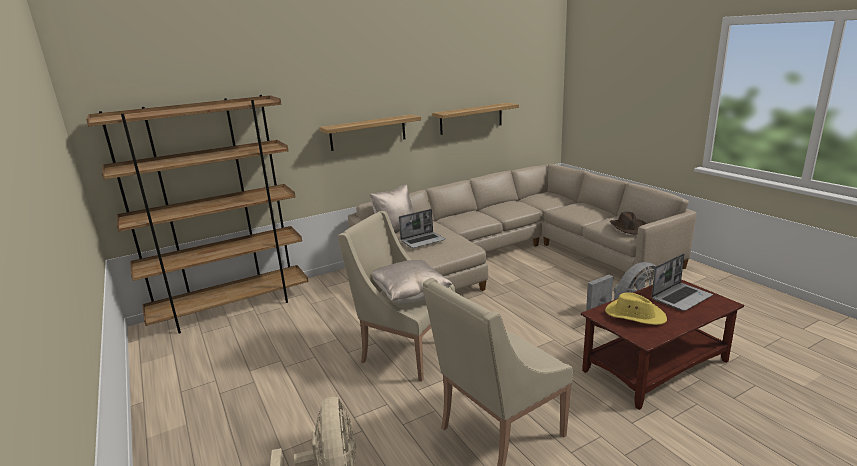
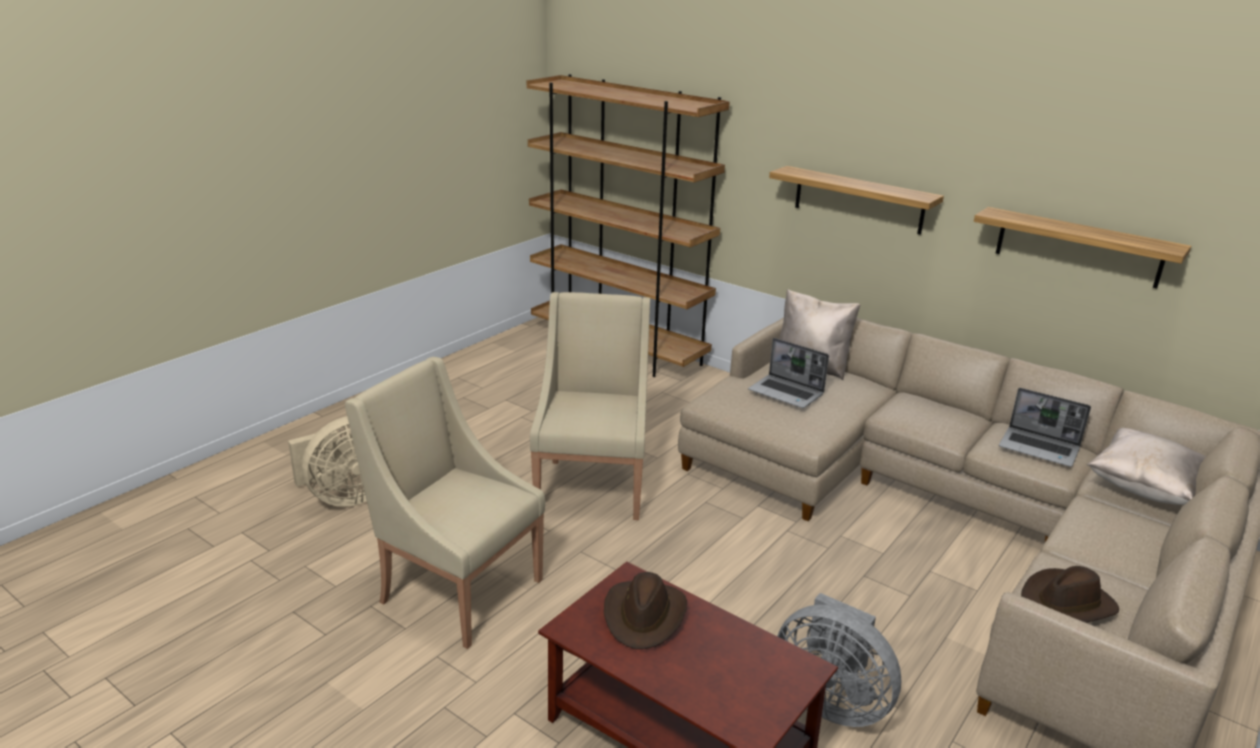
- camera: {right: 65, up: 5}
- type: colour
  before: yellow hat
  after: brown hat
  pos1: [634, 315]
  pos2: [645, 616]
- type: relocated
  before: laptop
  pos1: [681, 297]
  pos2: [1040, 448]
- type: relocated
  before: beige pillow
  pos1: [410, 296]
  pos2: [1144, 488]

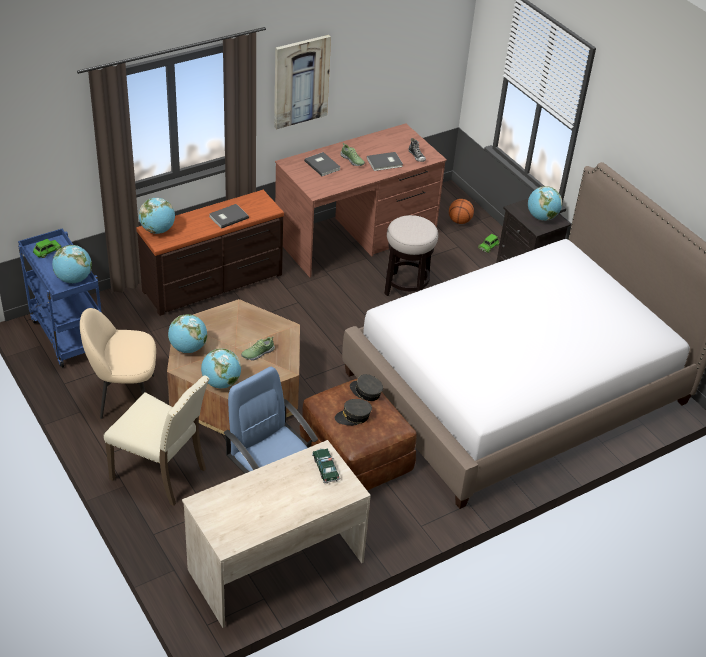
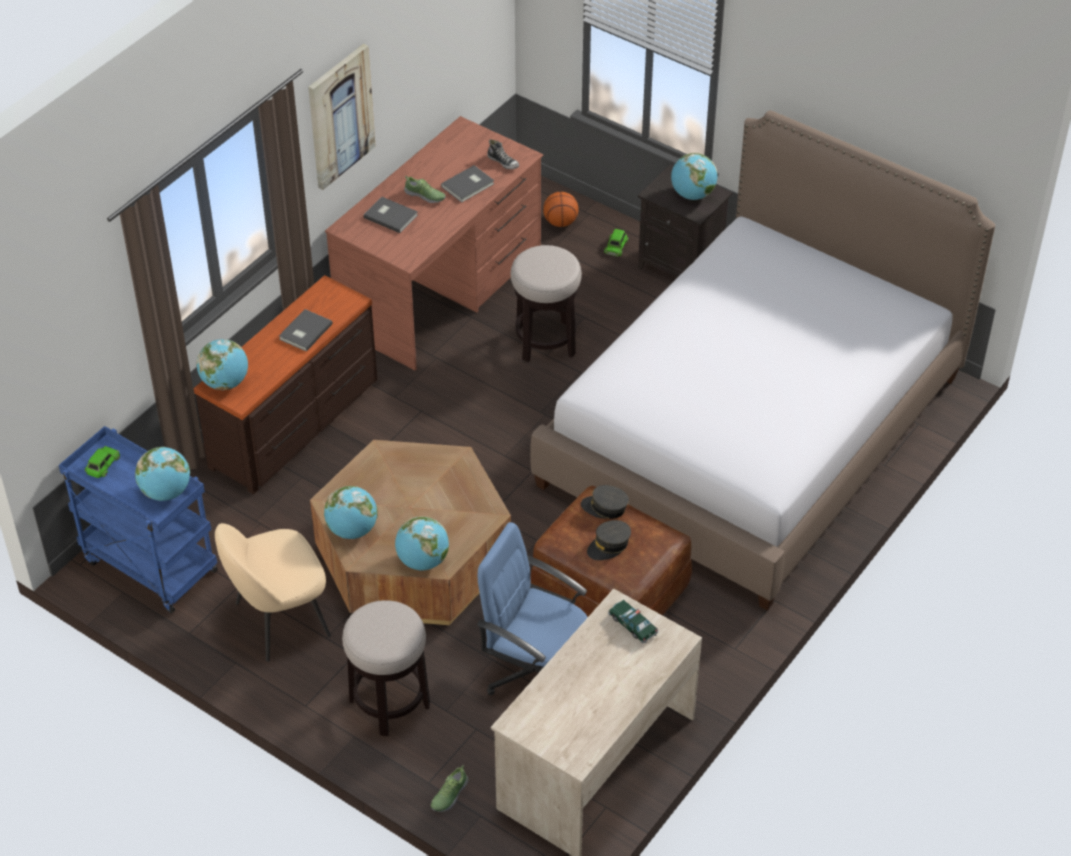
- camera: {right: -20, up: 5}
- type: exchanged
  before: beige chair
  after: stool
  pos1: [161, 473]
  pos2: [389, 703]
- type: relocated
  before: shoe
  pos1: [257, 353]
  pos2: [449, 795]

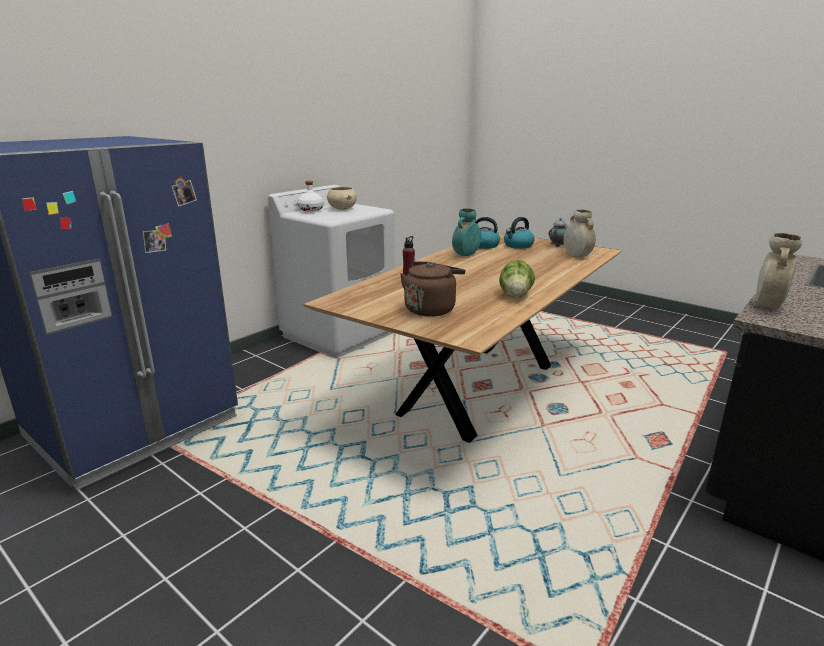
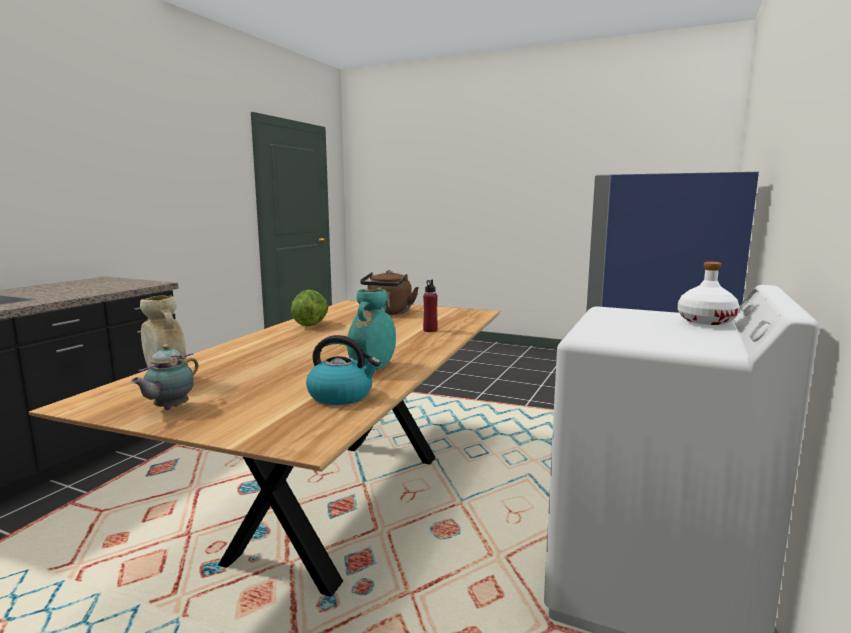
- camera: {right: 165, up: -10}
- type: missing
  before: beige bowl
  pos1: [342, 209]
- type: missing
  before: kettle
  pos1: [518, 245]
- type: missing
  before: beige vase
  pos1: [768, 305]

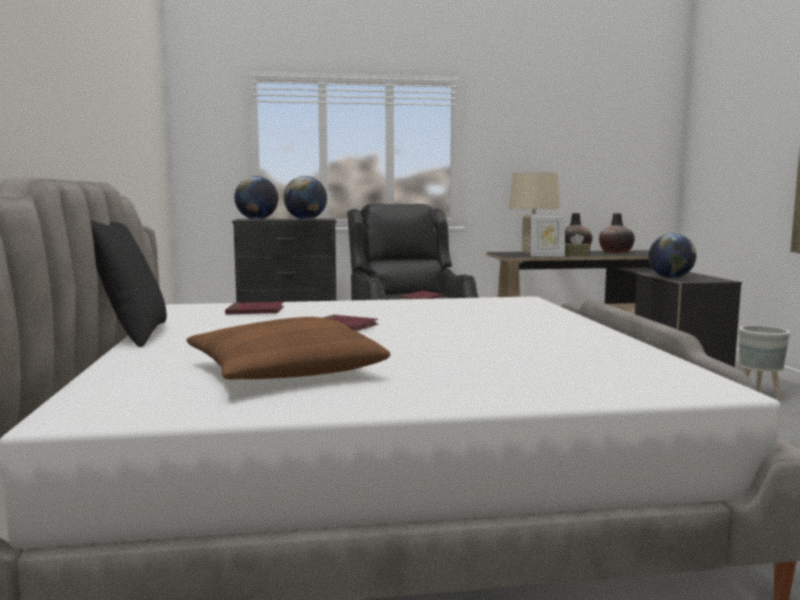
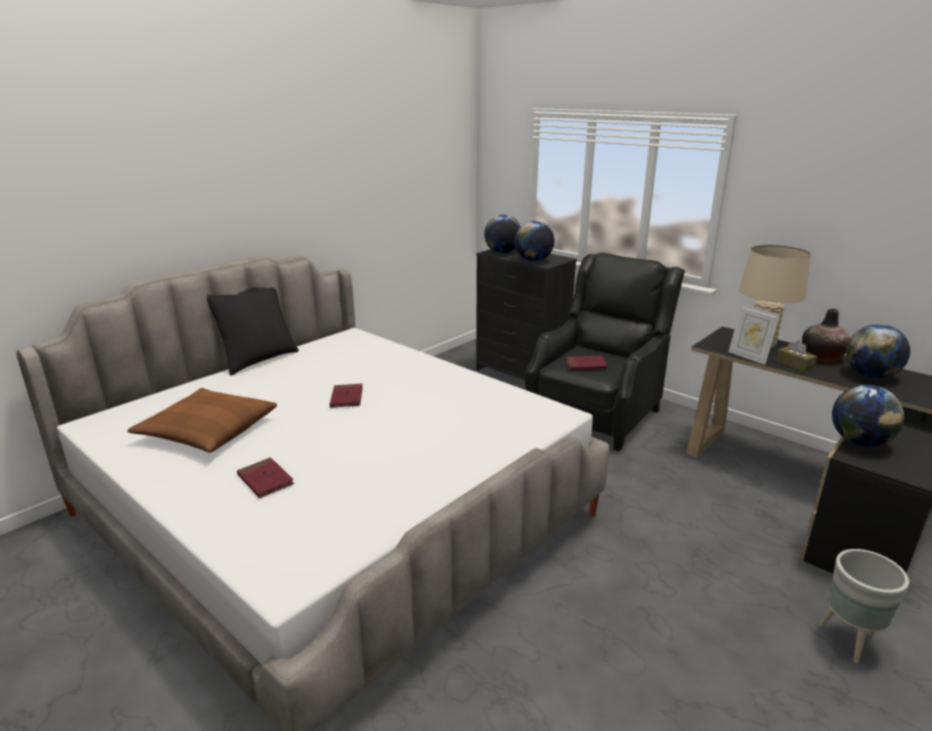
- camera: {right: 50, up: 15}
- type: relocated
  before: red book
  pos1: [255, 311]
  pos2: [265, 480]
- type: exchanged
  before: vase
  after: globe
  pos1: [615, 253]
  pos2: [870, 376]

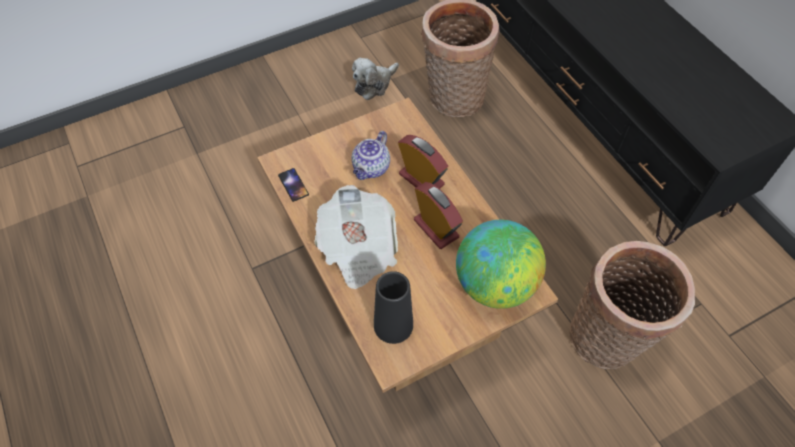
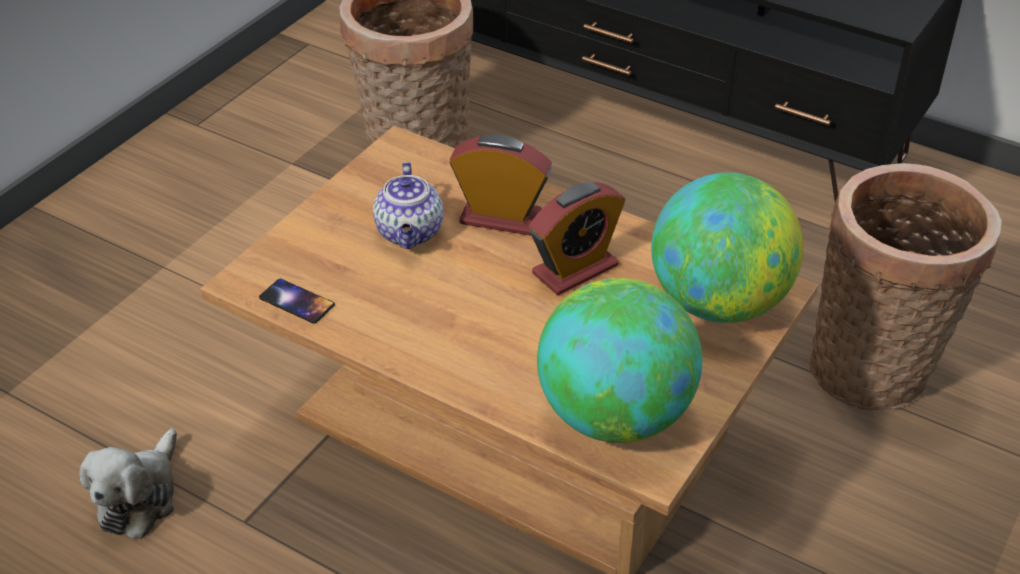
- camera: {right: -30, up: -15}
- type: relocated
  before: plush toy
  pos1: [374, 84]
  pos2: [140, 497]
- type: spun
  before: alarm clock
  pos1: [436, 228]
  pos2: [575, 269]
  turn: 120
- type: exchanged
  before: black vase
  after: globe
  pos1: [393, 325]
  pos2: [614, 416]
- type: missing
  before: newspaper
  pos1: [358, 249]

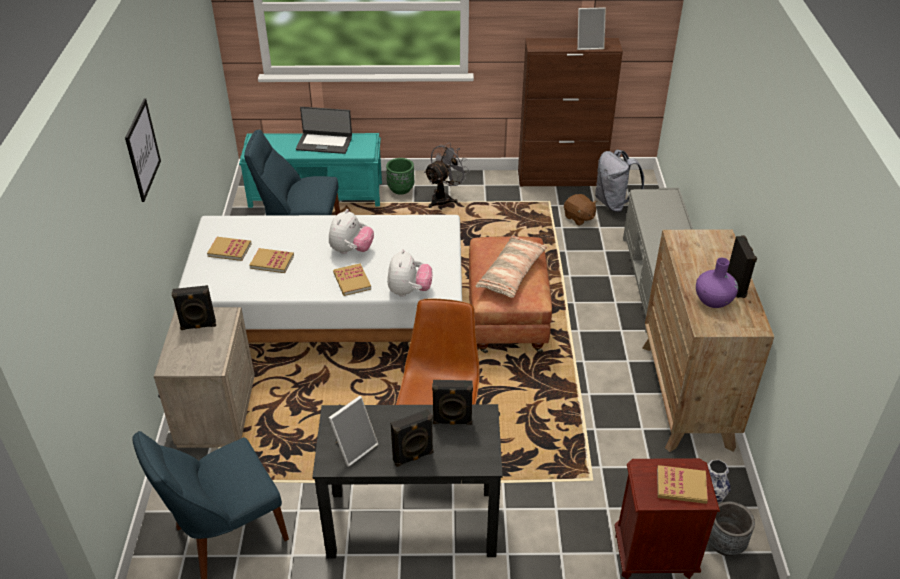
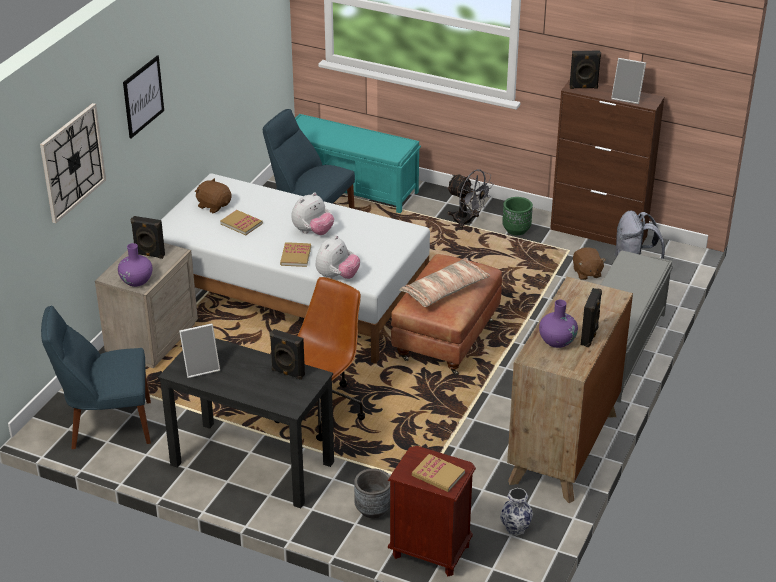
- camera: {right: 25, up: -5}
- type: appeared
  after: wall clock
  pos2: [72, 162]
- type: appeared
  after: purple vase
  pos2: [136, 281]
- type: exchanged
  before: book
  after: brown plush toy
  pos1: [229, 250]
  pos2: [214, 205]
- type: relocated
  before: grey planter
  pos1: [725, 544]
  pos2: [373, 509]
- type: spun
  before: grey fan
  pos1: [444, 198]
  pos2: [467, 221]
  turn: 60
- type: relocated
  before: green planter
  pos1: [401, 189]
  pos2: [516, 230]
- type: relocated
  before: black speaker
  pos1: [413, 457]
  pos2: [583, 87]
- type: missing
  before: laptop
  pos1: [324, 143]

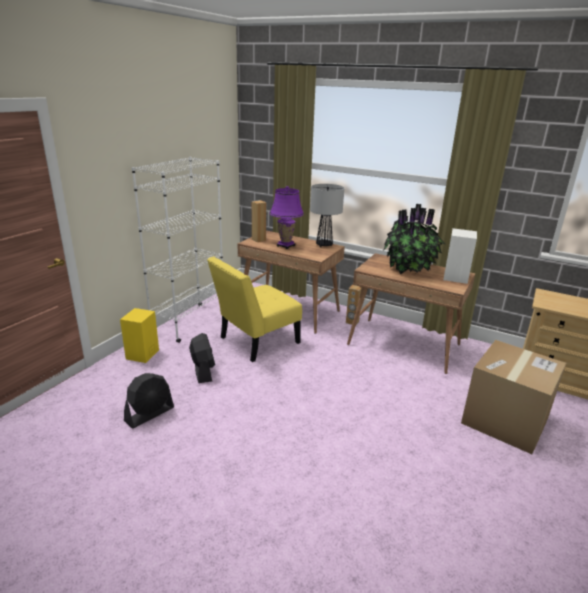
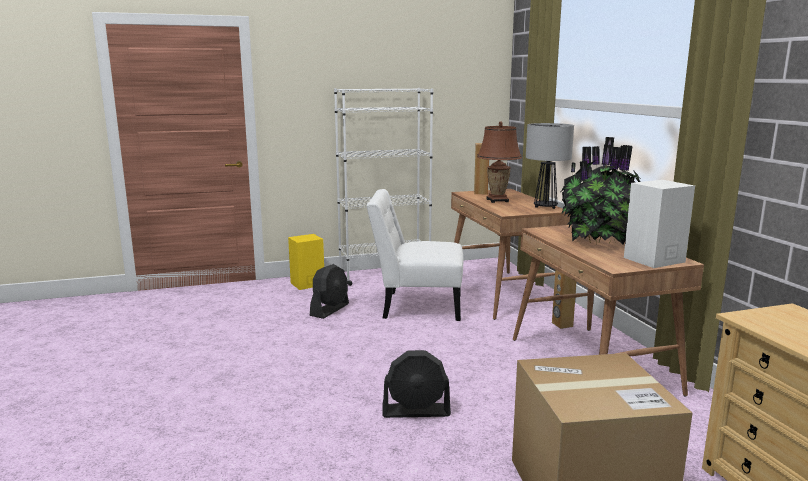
- camera: {right: 45, up: -10}
- type: colour
  before: yellow chair
  after: white chair
  pos1: [256, 342]
  pos2: [417, 306]
- type: relocated
  before: black fan
  pos1: [149, 414]
  pos2: [416, 411]
- type: colour
  before: purple table lamp
  after: brown table lamp
  pos1: [285, 246]
  pos2: [497, 200]

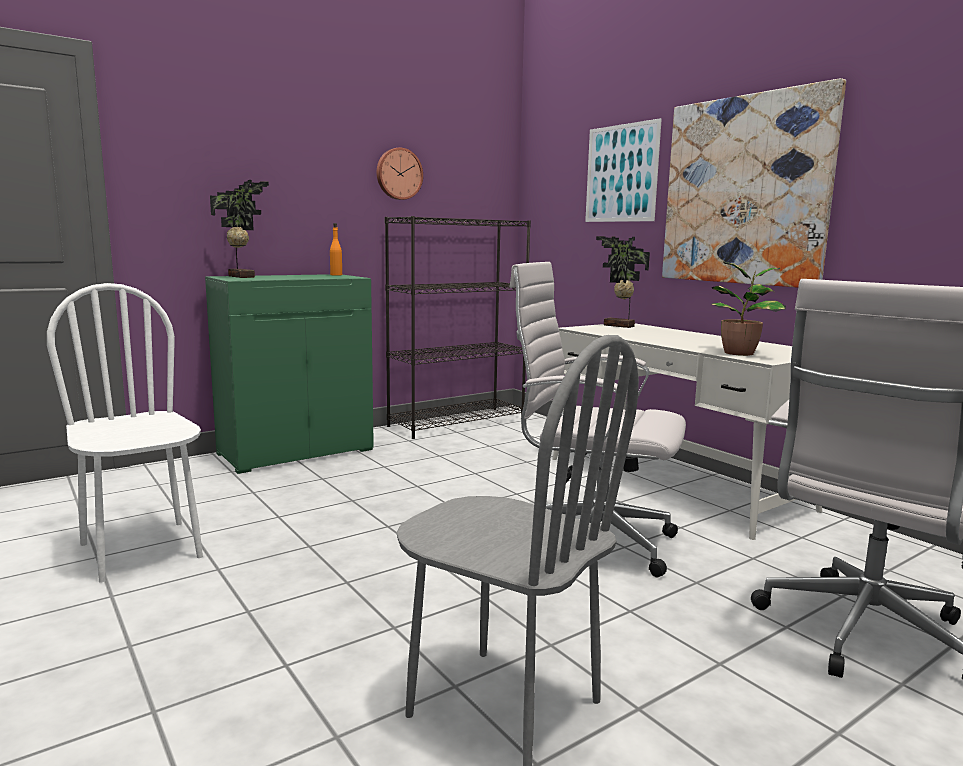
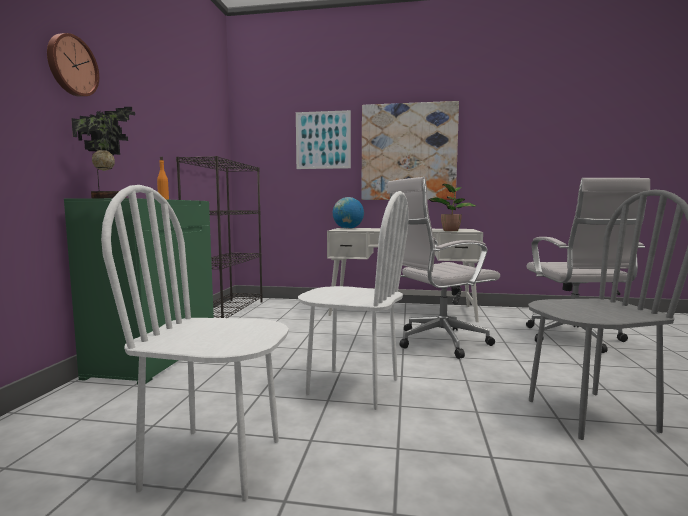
- camera: {right: -45, up: -5}
- type: relocated
  before: wall clock
  pos1: [398, 174]
  pos2: [71, 66]
- type: appeared
  after: white chair
  pos2: [352, 387]
- type: exchanged
  before: potted plant
  after: globe
  pos1: [618, 326]
  pos2: [348, 228]

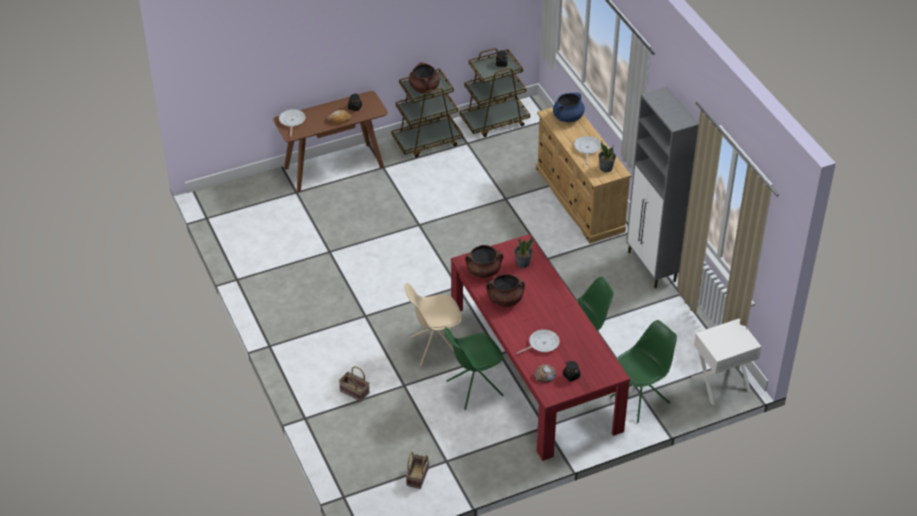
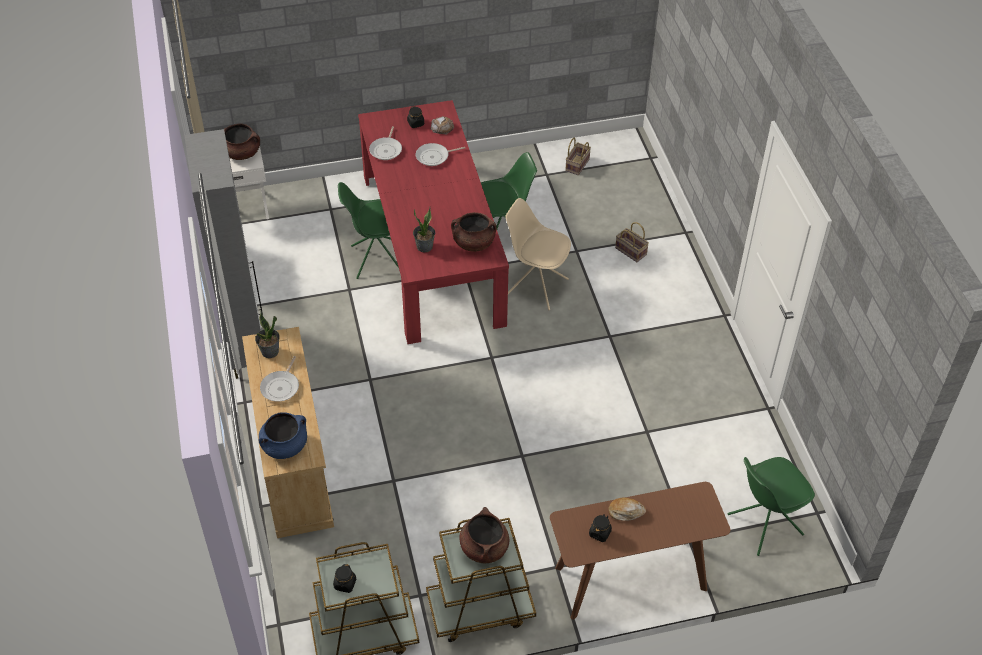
- camera: {right: -170, up: 5}
- type: relocated
  before: brown cooking pot
  pos1: [505, 300]
  pos2: [242, 153]
- type: relocated
  before: frying pan
  pos1: [292, 121]
  pos2: [386, 150]
- type: spun
  before: beige chair
  pos1: [434, 348]
  pos2: [536, 286]
  turn: -150
- type: relocated
  before: green chair
  pos1: [640, 399]
  pos2: [763, 525]

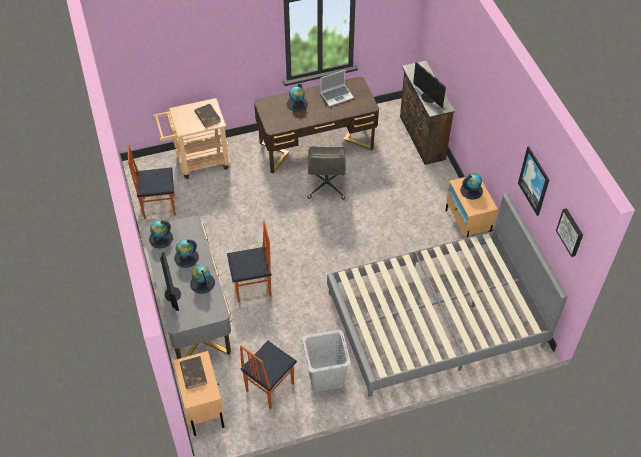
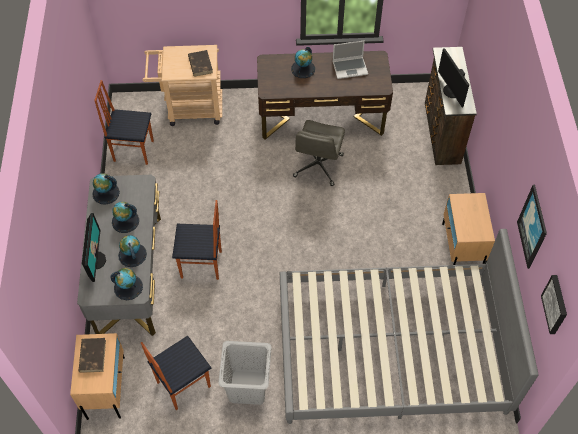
- camera: {right: 15, up: 5}
- type: relocated
  before: globe
  pos1: [471, 190]
  pos2: [128, 287]

